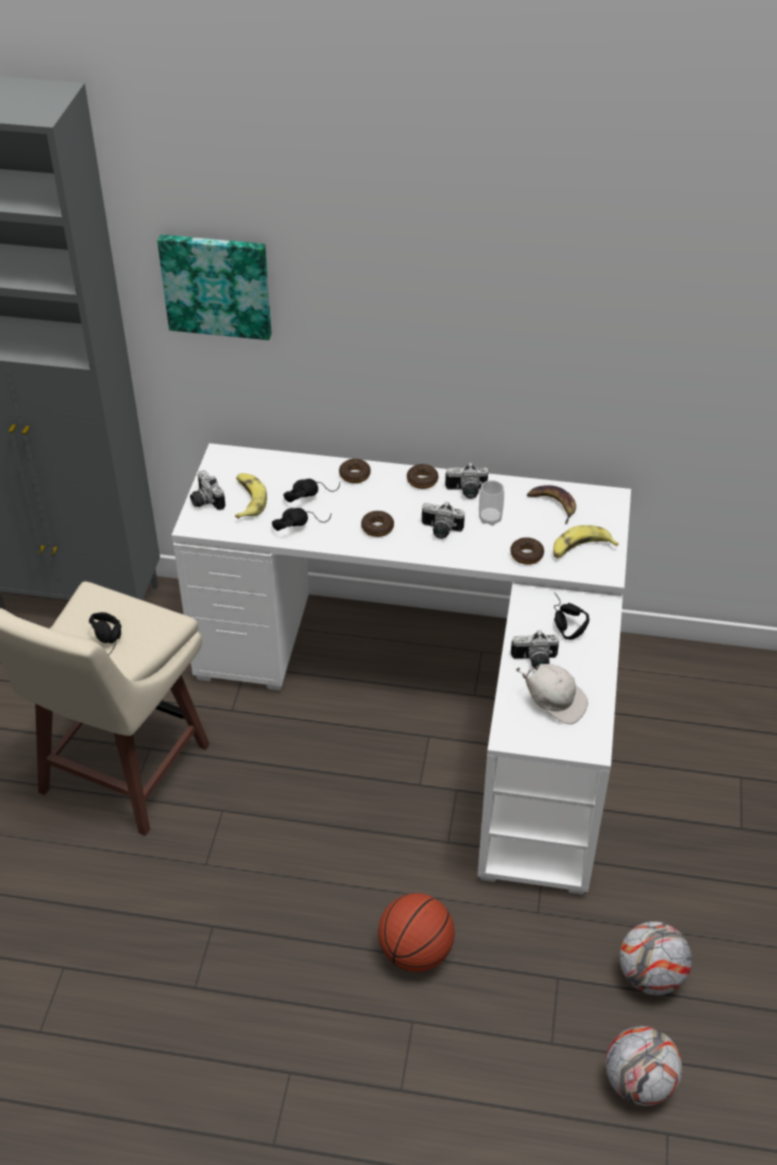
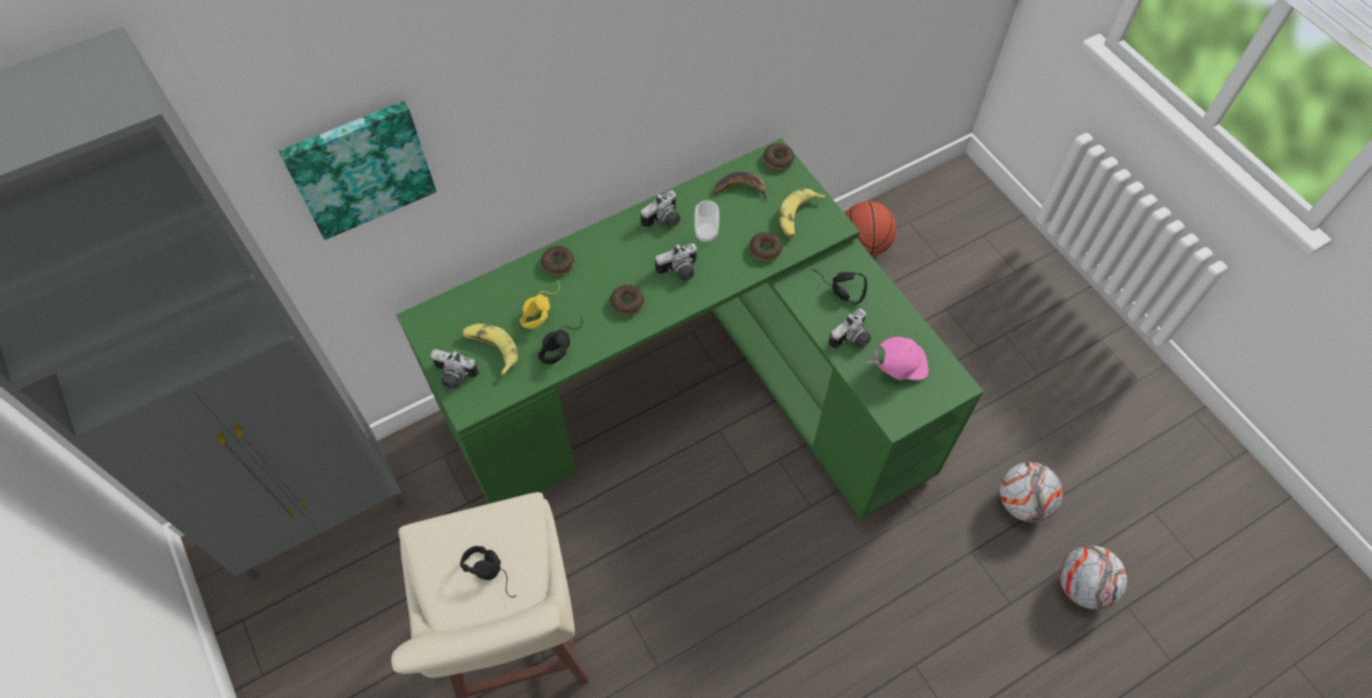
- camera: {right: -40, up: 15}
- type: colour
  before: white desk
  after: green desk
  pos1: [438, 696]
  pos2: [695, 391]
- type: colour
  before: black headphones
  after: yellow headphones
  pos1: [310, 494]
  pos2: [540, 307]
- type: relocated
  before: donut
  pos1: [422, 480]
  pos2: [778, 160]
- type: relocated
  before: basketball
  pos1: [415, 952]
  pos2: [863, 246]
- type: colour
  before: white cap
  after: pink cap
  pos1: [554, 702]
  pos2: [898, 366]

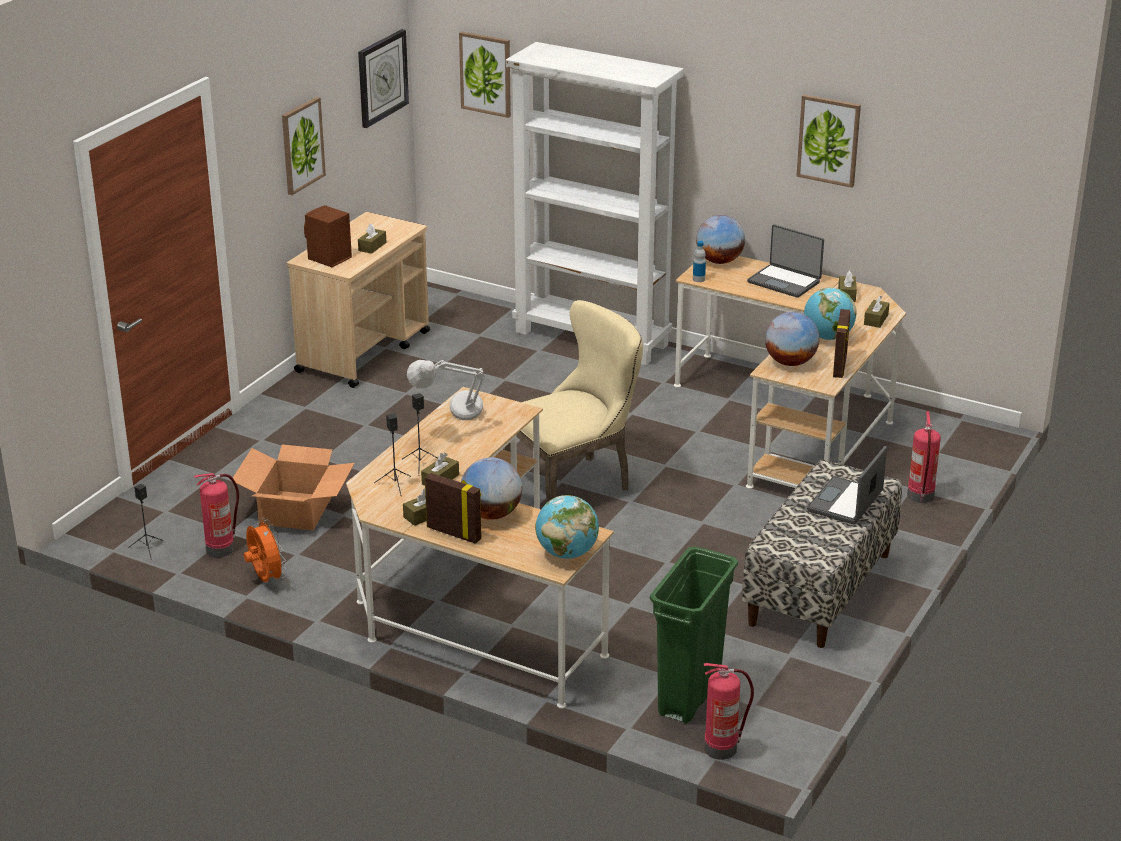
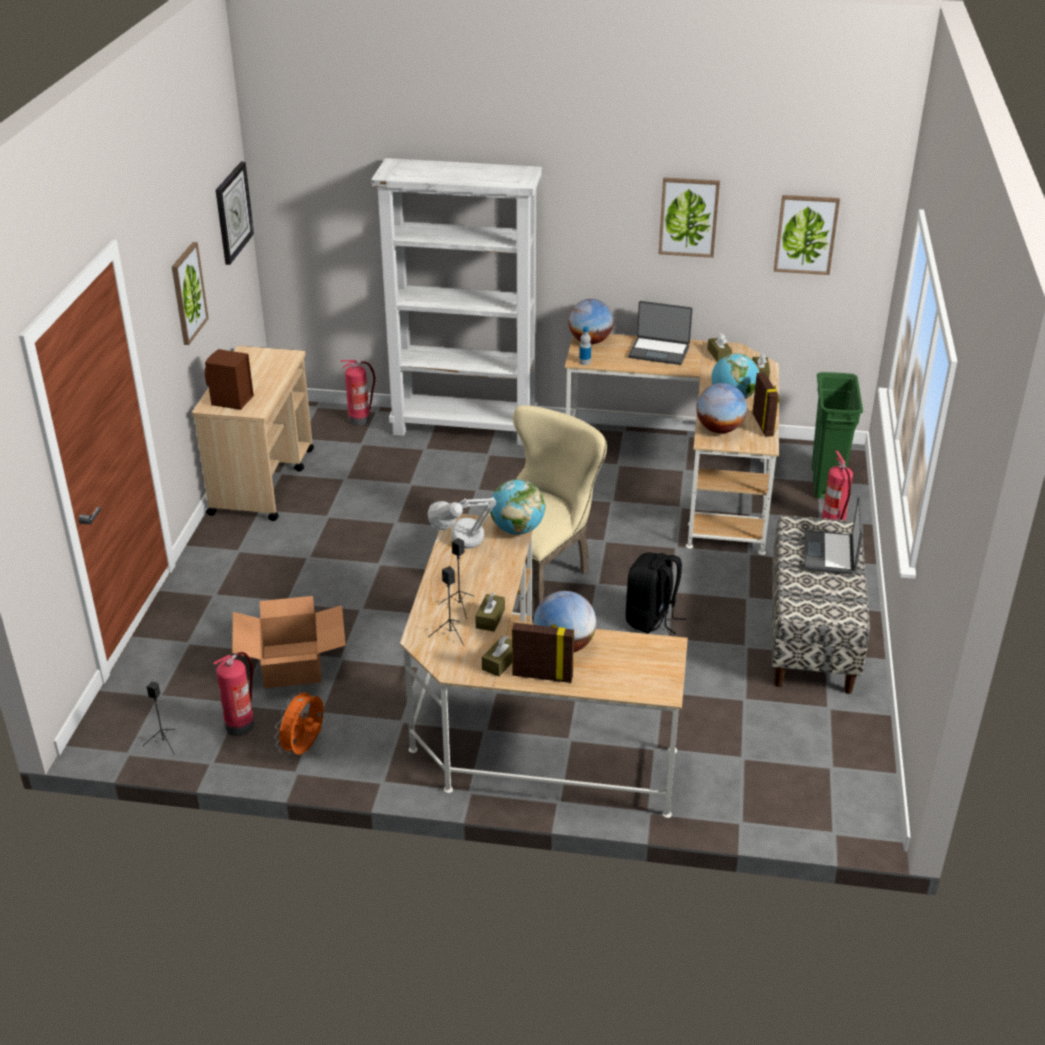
- camera: {right: -20, up: 5}
- type: spun
  before: orange fan
  pos1: [265, 579]
  pos2: [305, 748]
  turn: -105
- type: relocated
  before: fire extinguisher
  pos1: [722, 748]
  pos2: [360, 419]
- type: relocated
  before: globe
  pos1: [567, 553]
  pos2: [517, 529]
- type: appeared
  after: black backpack
  pos2: [651, 619]
- type: relocated
  before: picture
  pos1: [486, 74]
  pos2: [806, 234]
- type: relocated
  before: green trash can
  pos1: [689, 697]
  pos2: [825, 483]
- type: missing
  before: brown tissue box
  pos1: [372, 246]

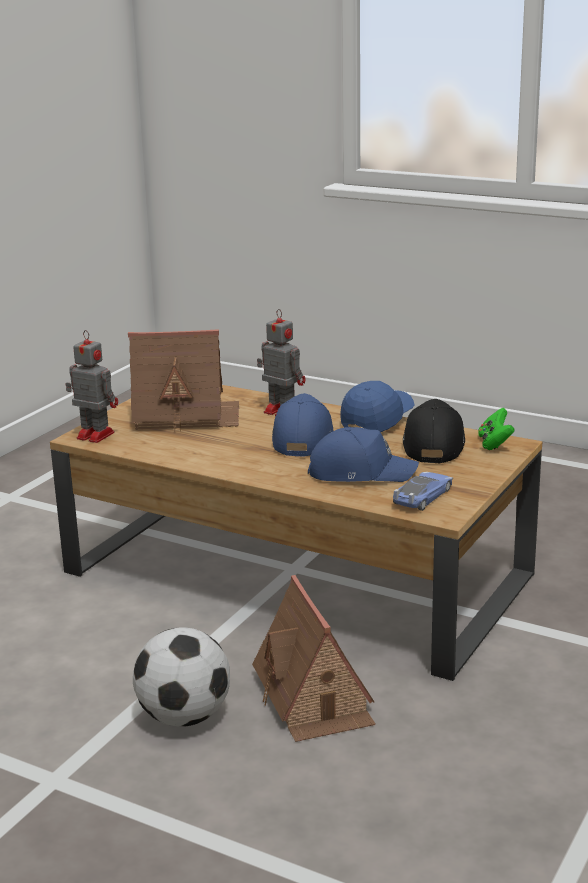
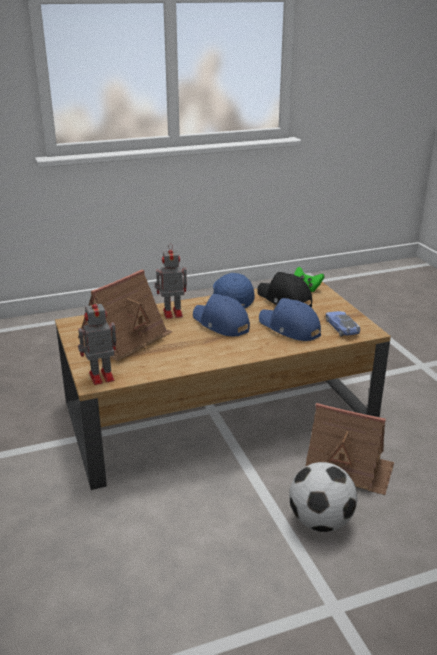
- camera: {right: -50, up: 5}
- type: spun
  before: blue cap
  pos1: [360, 472]
  pos2: [289, 328]
  turn: -90

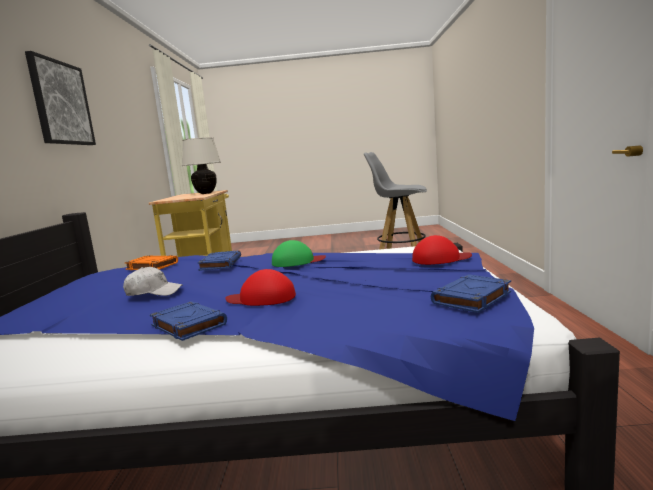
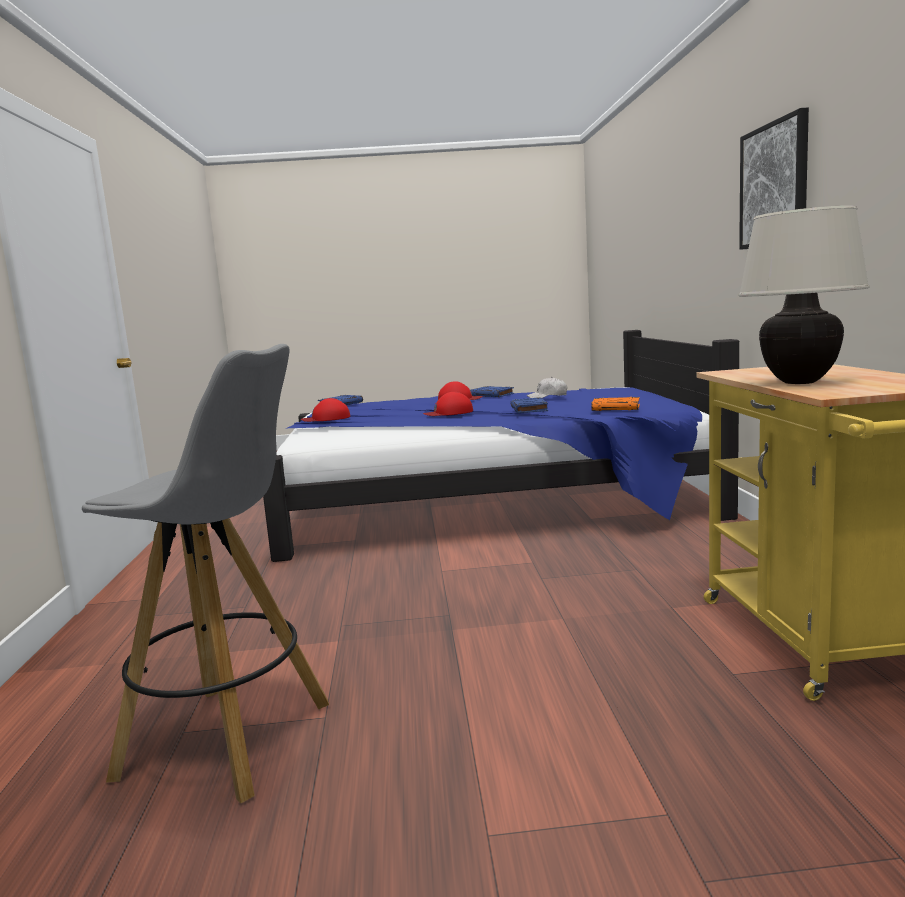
- camera: {right: 175, up: 0}
- type: colour
  before: green cap
  after: red cap
  pos1: [297, 261]
  pos2: [449, 413]

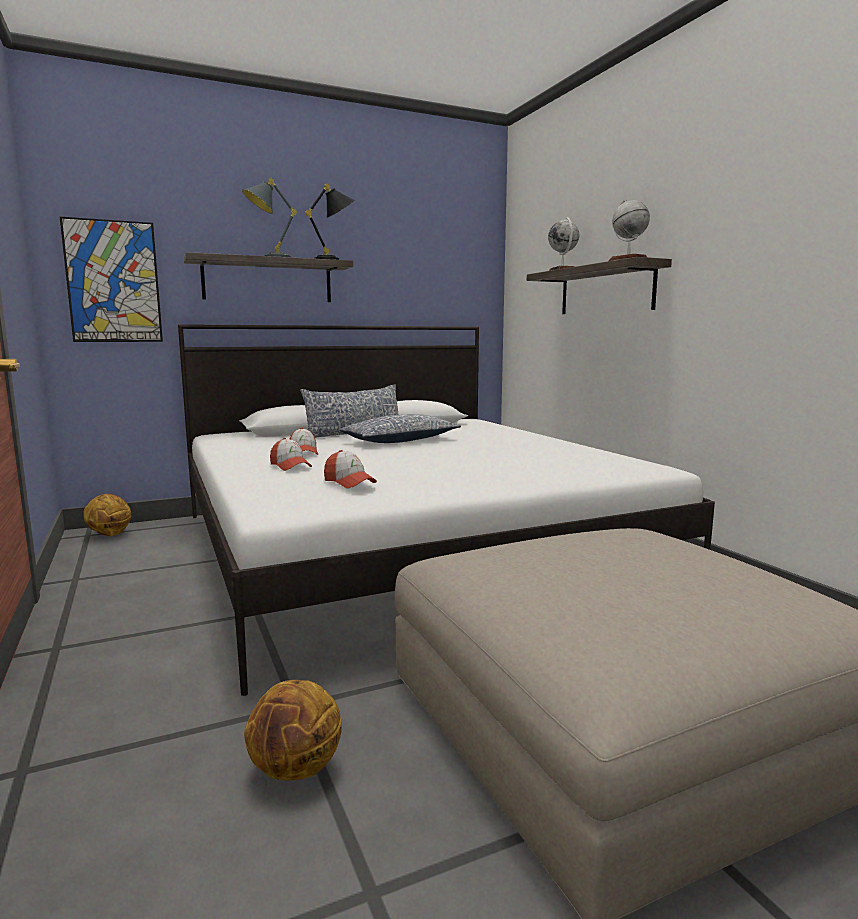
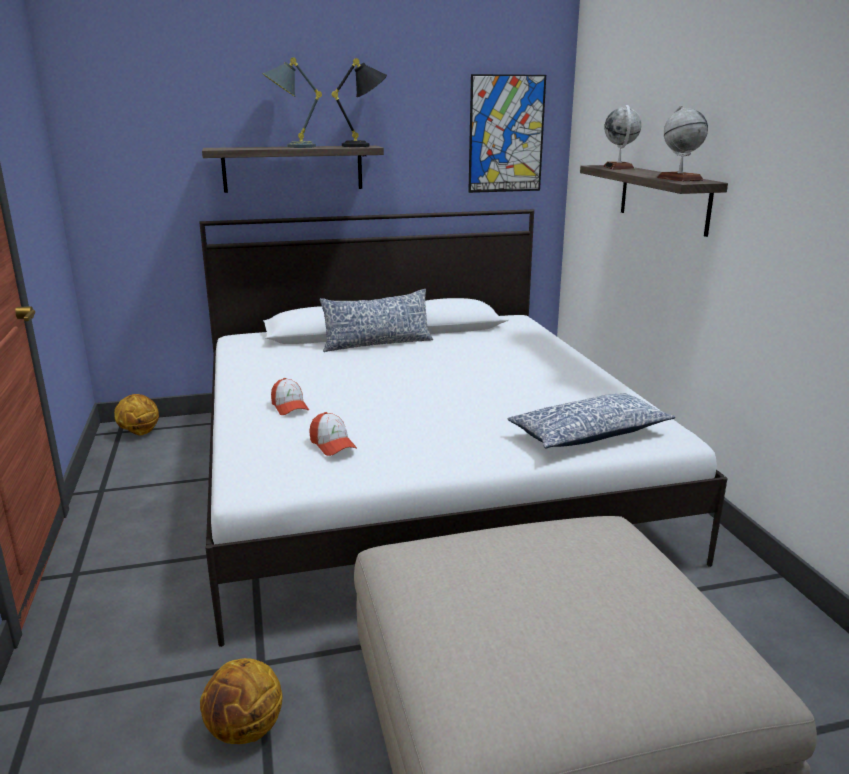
- camera: {right: 10, up: 10}
- type: relocated
  before: picture
  pos1: [113, 282]
  pos2: [506, 134]
- type: relocated
  before: pillow
  pos1: [400, 441]
  pos2: [588, 434]
- type: missing
  before: cap
  pos1: [303, 453]

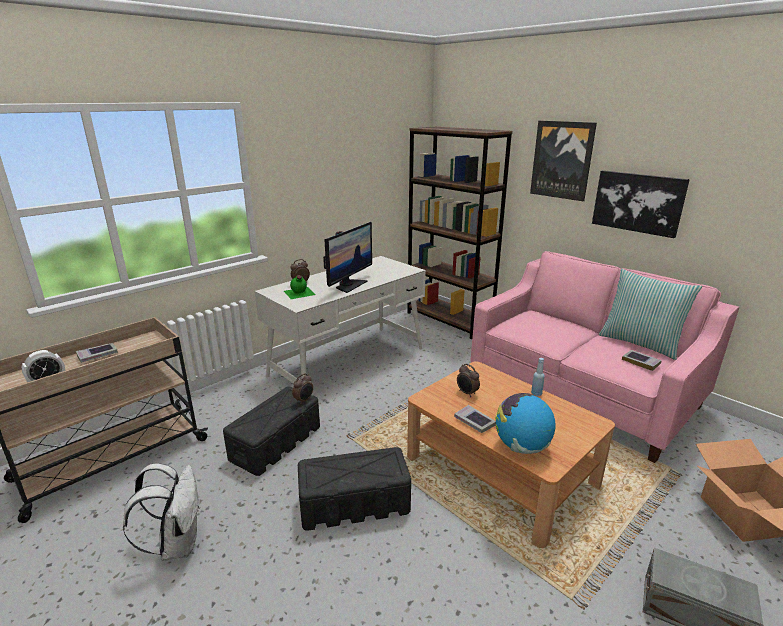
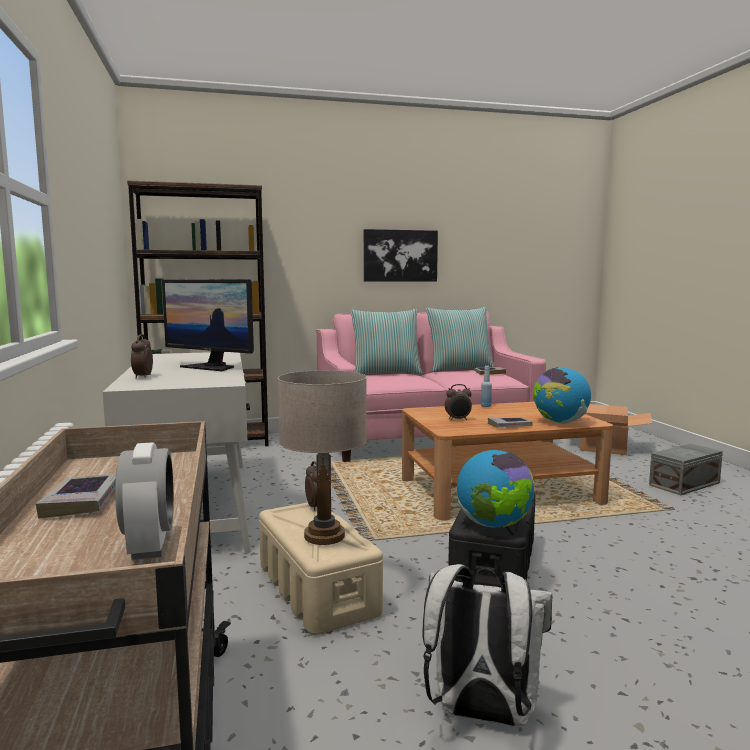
- camera: {right: -60, up: -15}
- type: spun
  before: monitor
  pos1: [349, 285]
  pos2: [211, 367]
  turn: 150
- type: colour
  before: black storage box
  after: beige storage box
  pos1: [276, 442]
  pos2: [316, 589]
- type: appeared
  after: beige table lamp
  pos2: [324, 536]
- type: appeared
  after: pillow
  pos2: [385, 373]
- type: appeared
  after: globe
  pos2: [493, 525]
- type: missing
  before: green bottle
  pos1: [299, 293]
- type: missing
  before: picture
  pos1: [562, 160]

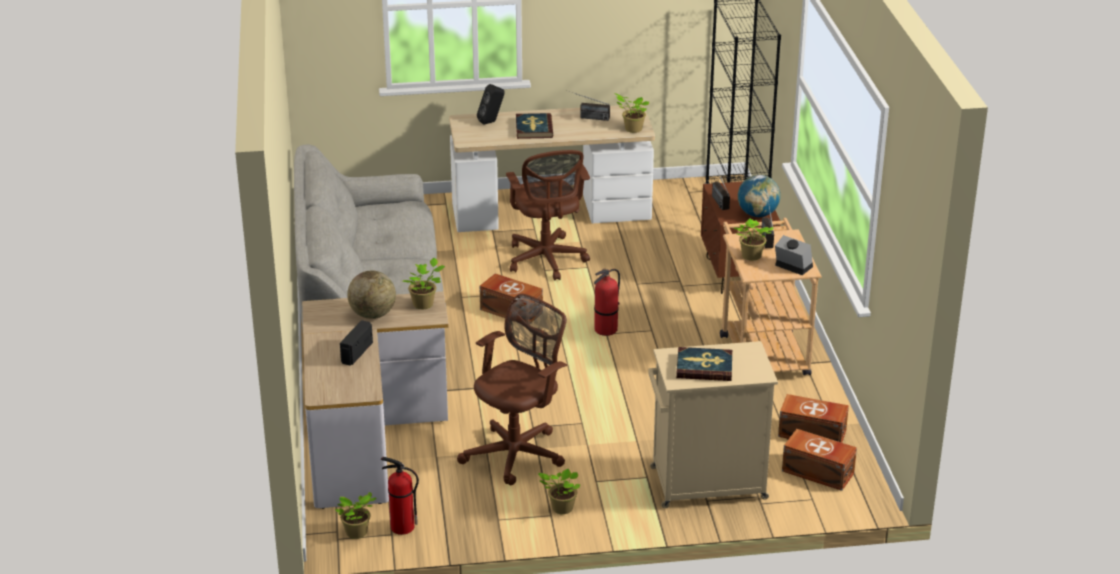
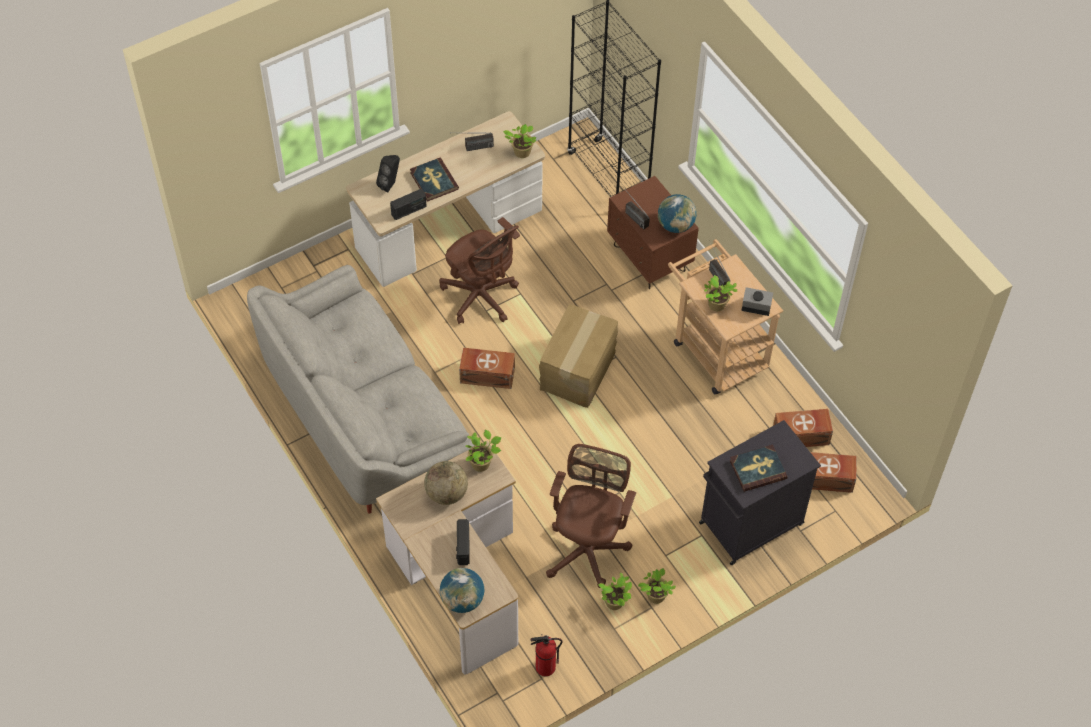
- camera: {right: -25, up: 25}
- type: appeared
  after: radio
  pos2: [409, 210]
- type: appeared
  after: globe
  pos2: [462, 600]
- type: exchanged
  before: fire extinguisher
  after: cardboard box
  pos1: [606, 330]
  pos2: [579, 370]
- type: relocated
  before: potted plant
  pos1: [357, 533]
  pos2: [615, 603]
- type: colour
  before: beige cabinet
  after: black cabinet
  pos1: [705, 484]
  pos2: [749, 525]

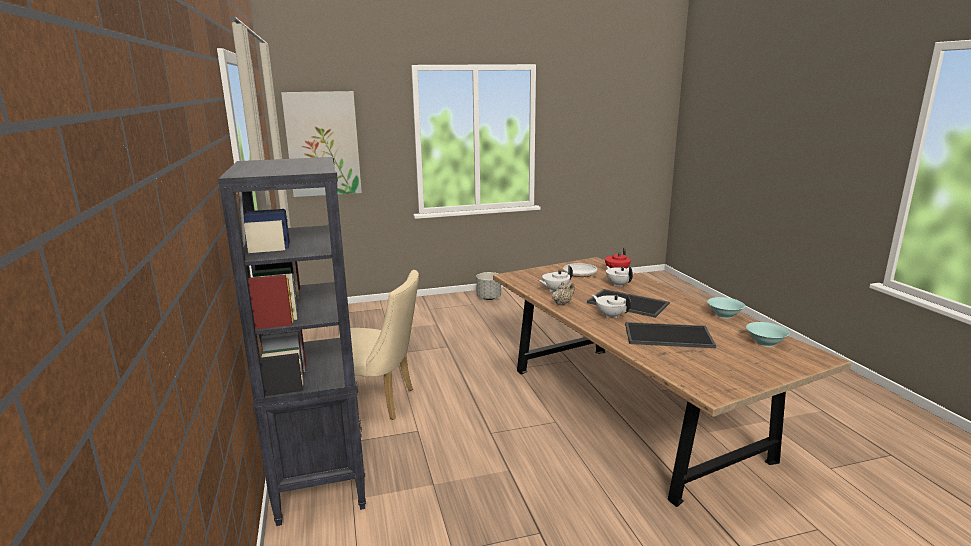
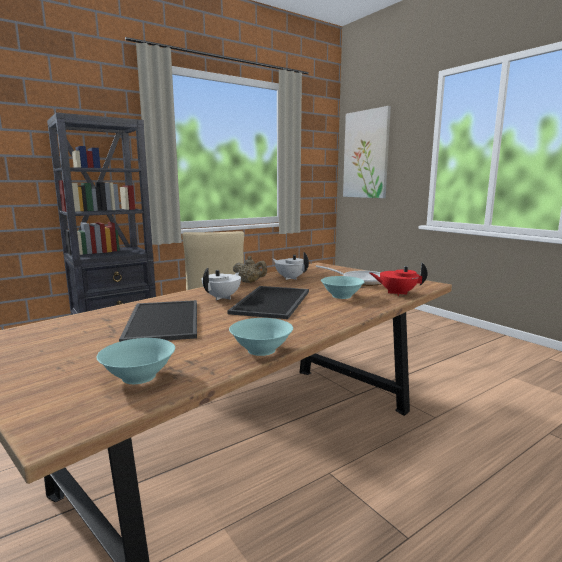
- camera: {right: 70, up: -5}
- type: exchanged
  before: white teapot
  after: turquoise bowl
  pos1: [618, 284]
  pos2: [342, 296]
- type: missing
  before: grey planter
  pos1: [488, 298]

